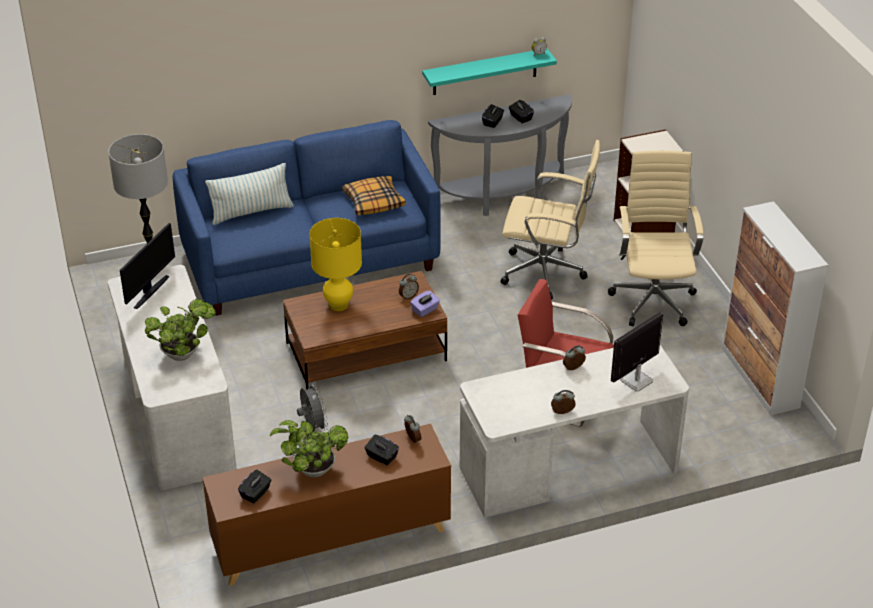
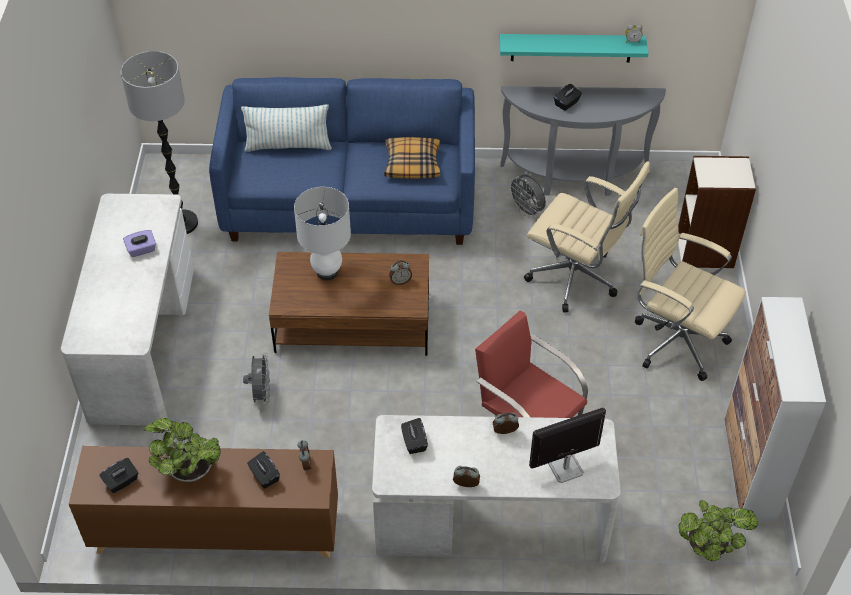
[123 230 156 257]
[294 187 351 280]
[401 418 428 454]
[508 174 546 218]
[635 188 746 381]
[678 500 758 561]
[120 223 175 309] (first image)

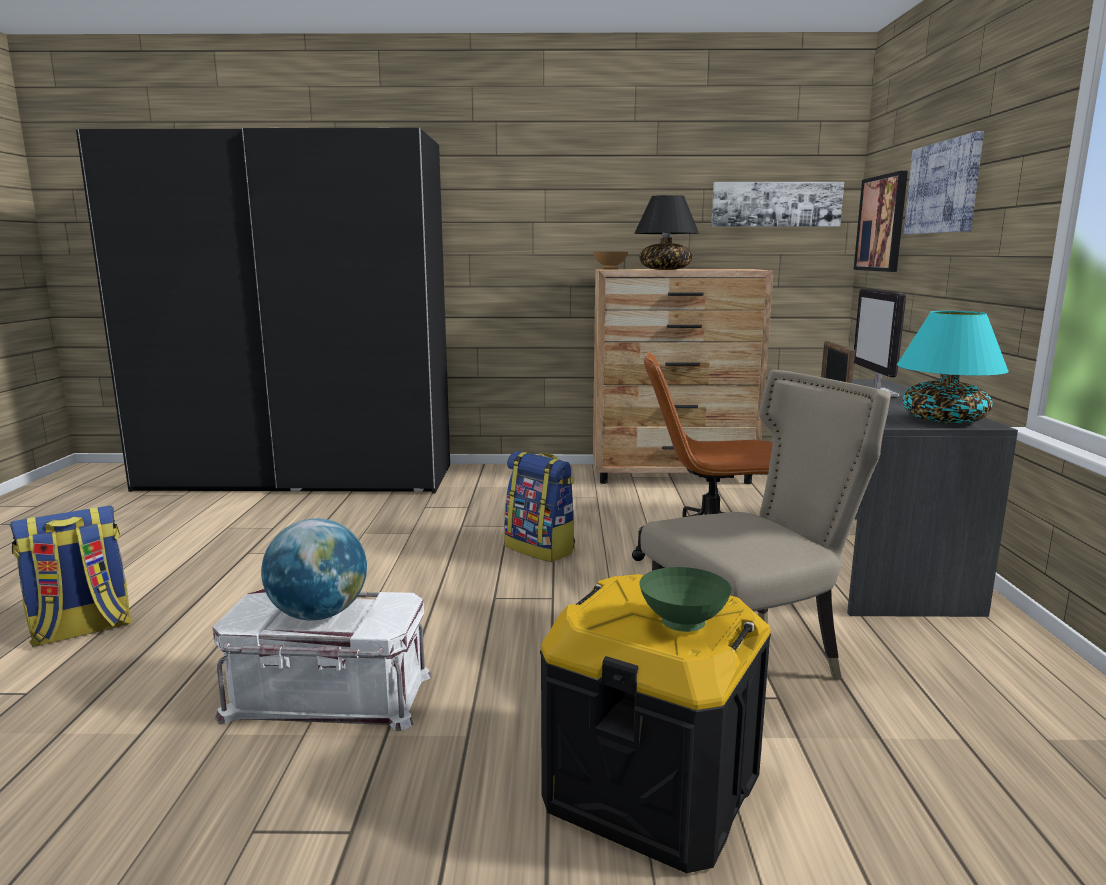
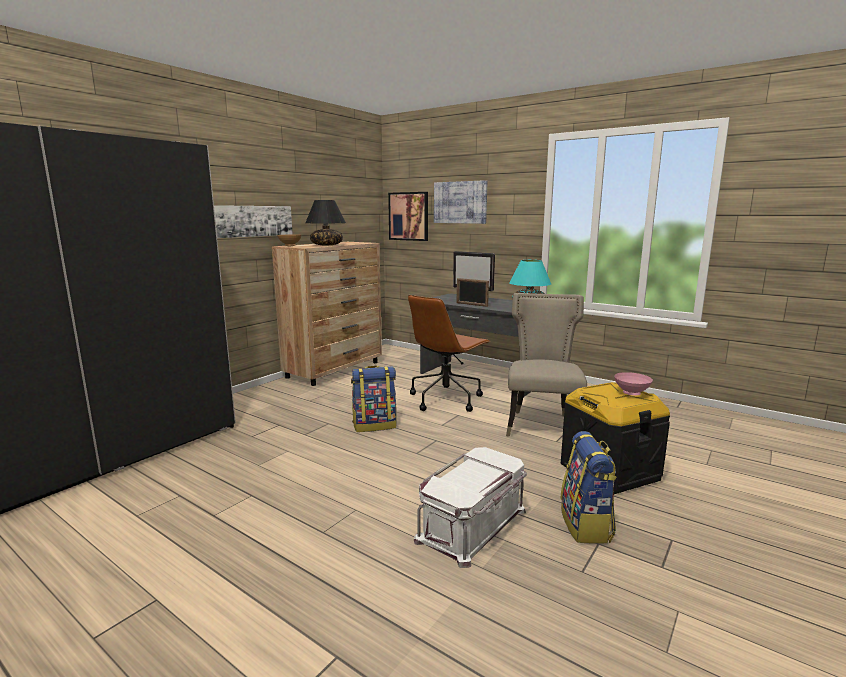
[214 205 293 238]
[560 431 617 544]
[614 372 653 396]
[261 518 367 621] (first image)

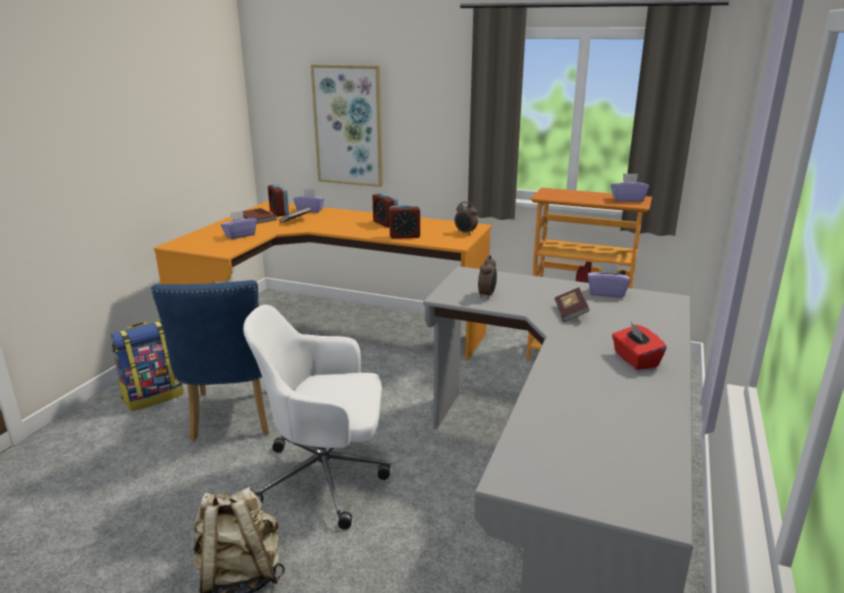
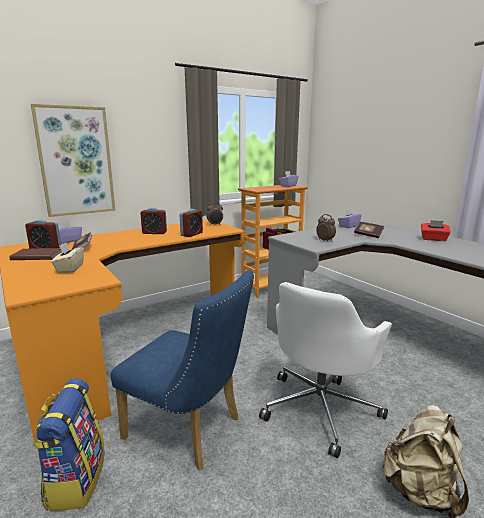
[51 243 84 273]

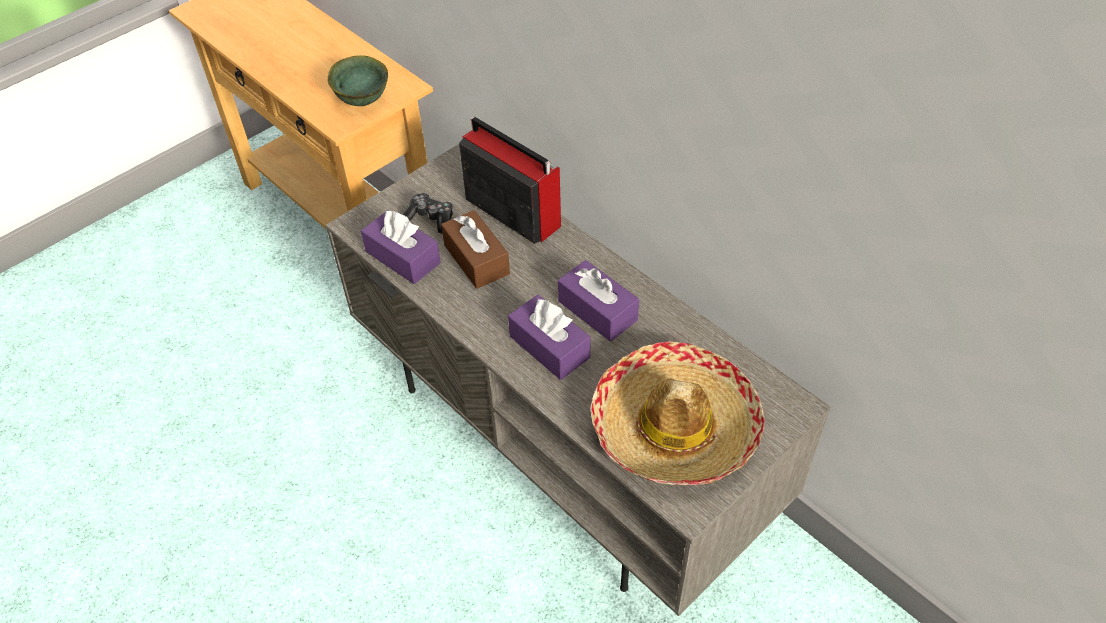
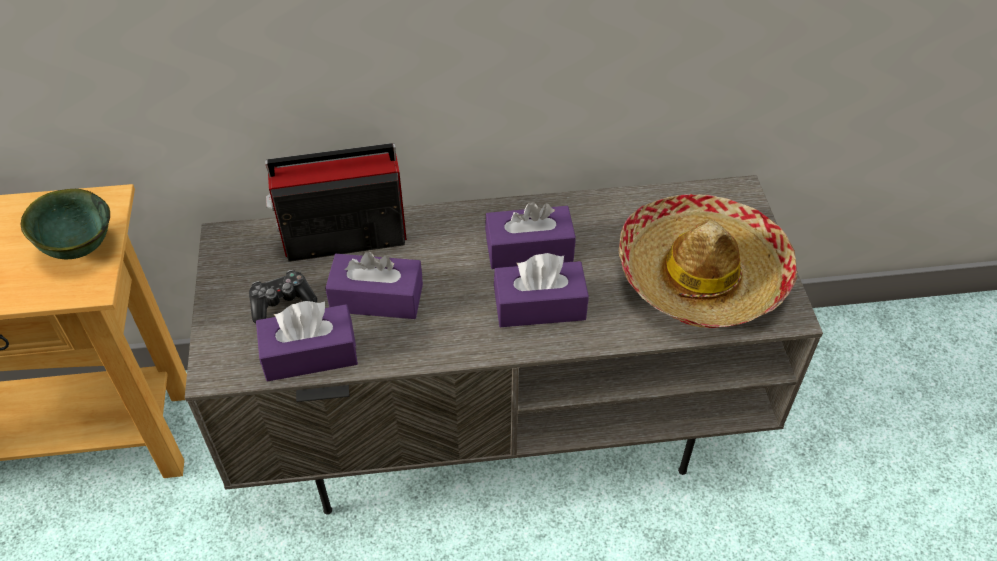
[325 251 423 319]

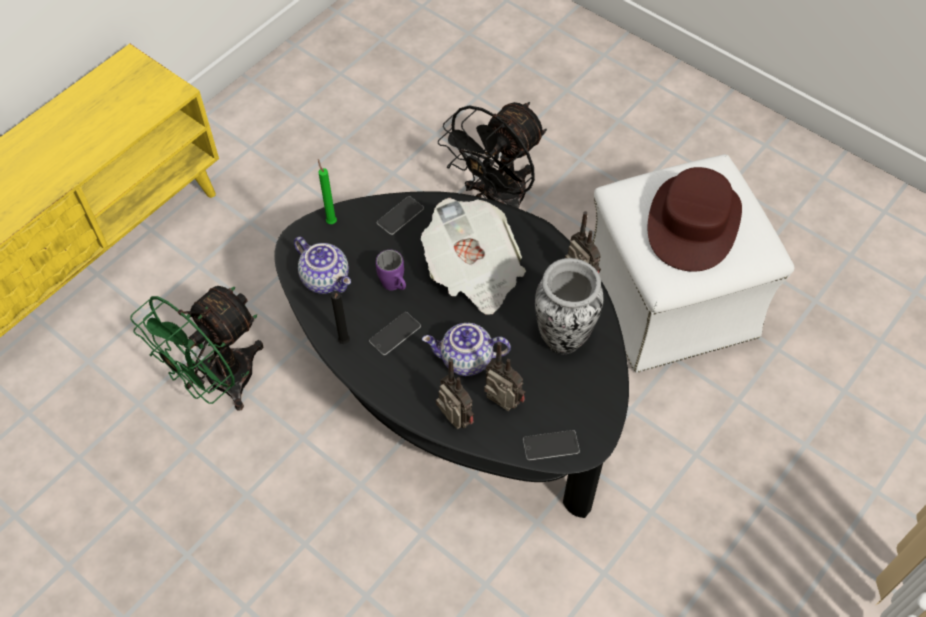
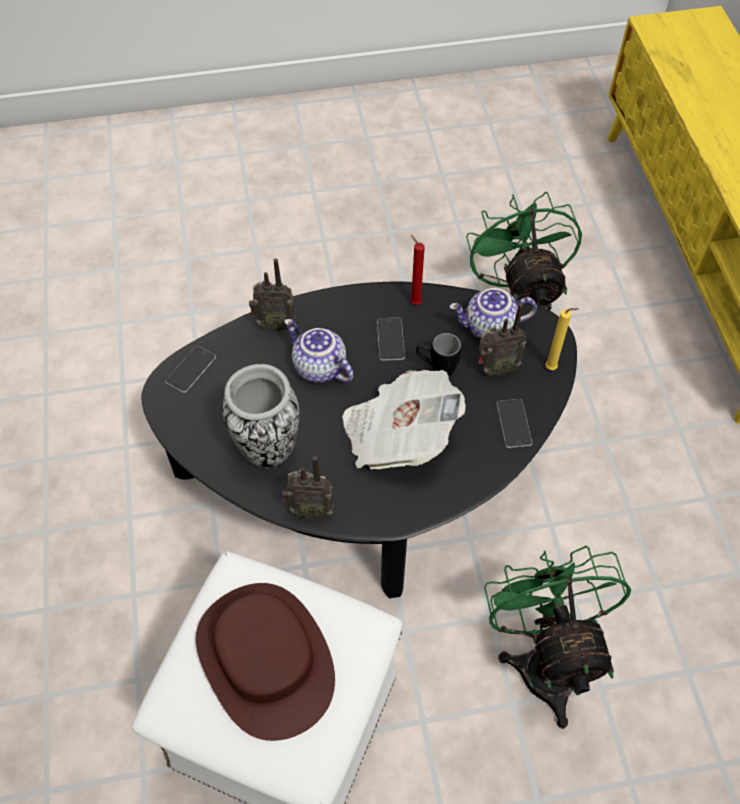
[284 319 354 383]
[410 235 425 305]
[416 333 462 376]
[479 303 527 376]
[484 546 631 729]
[546 308 579 370]

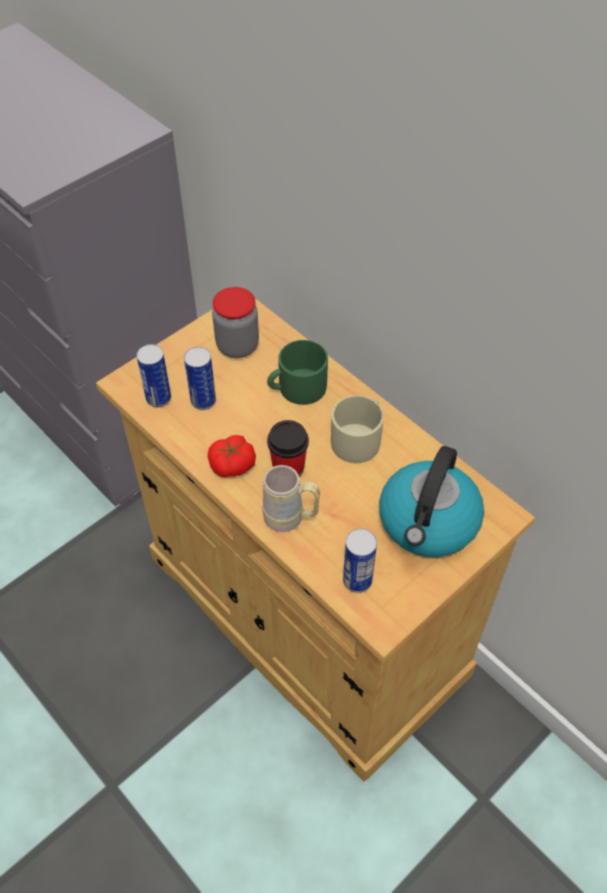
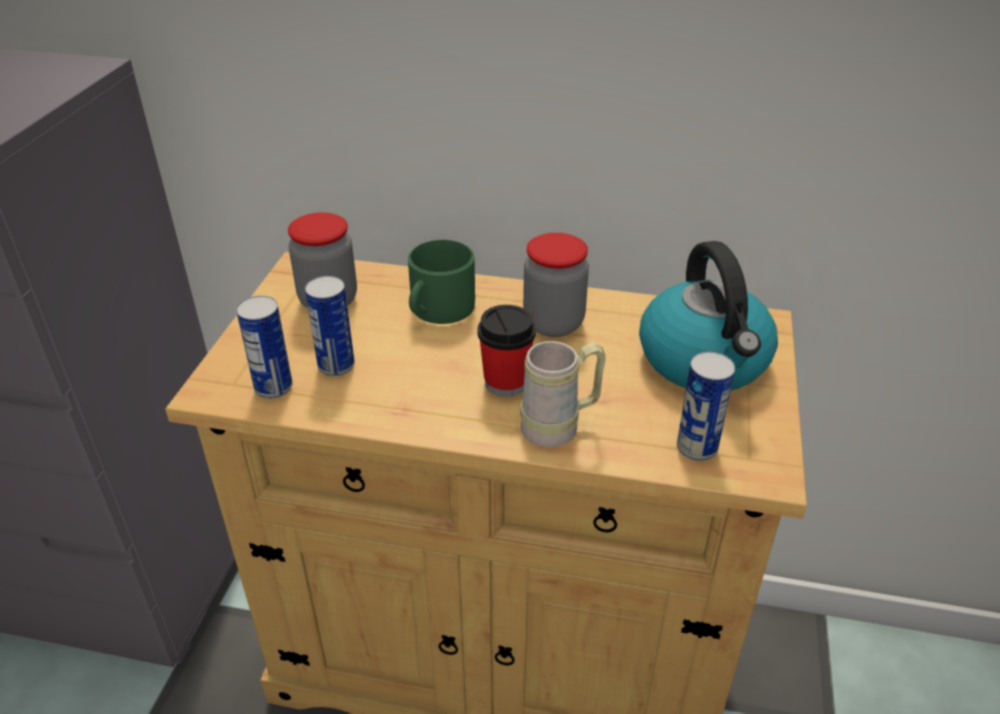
[523 233 589 337]
[208 435 256 477] (first image)

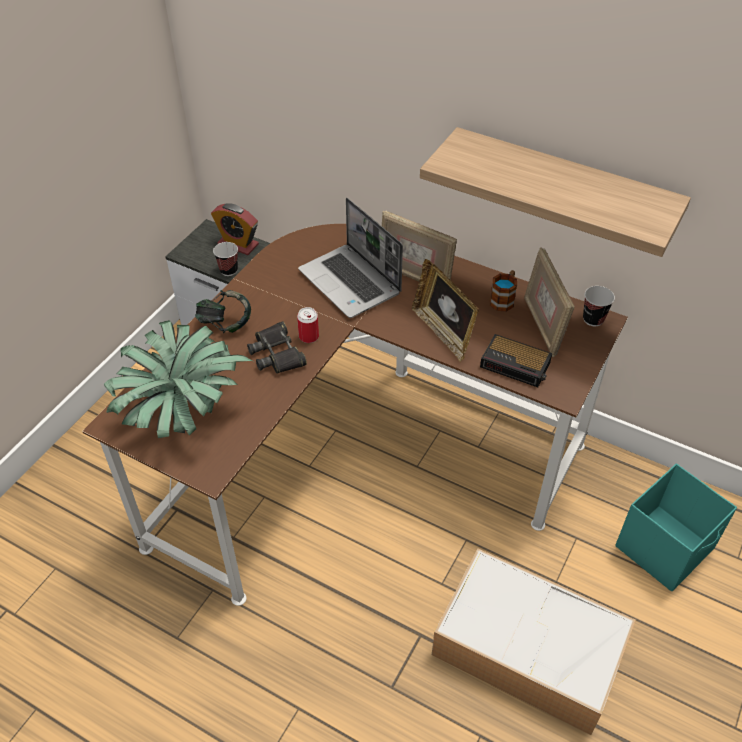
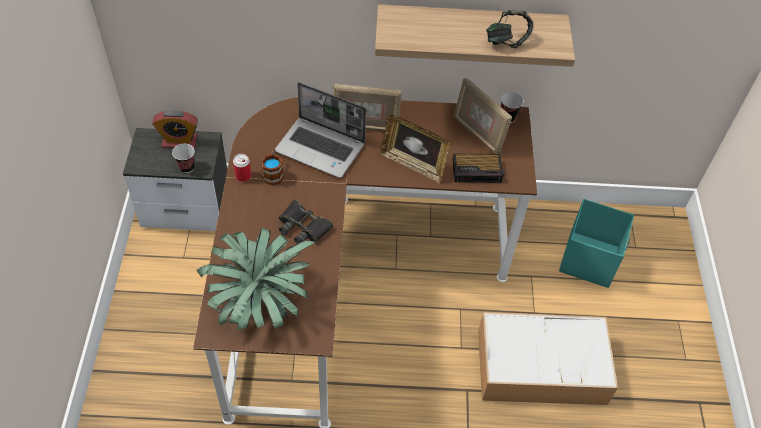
[233 154 252 182]
[261 149 284 186]
[486 10 533 48]

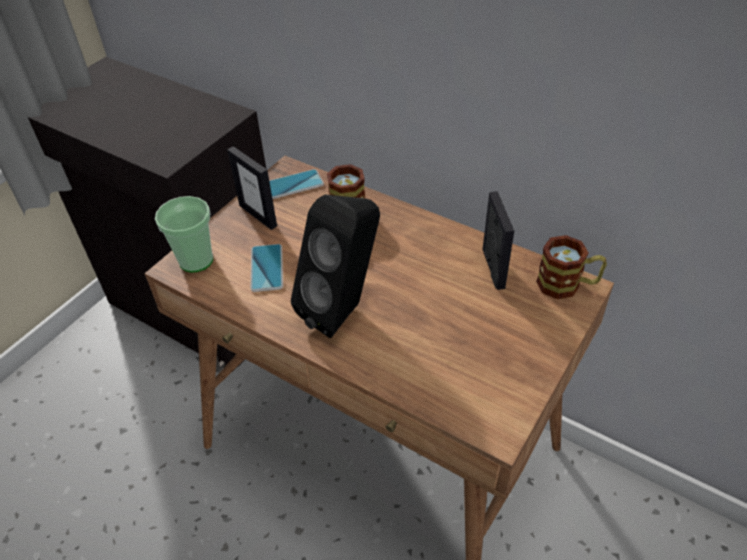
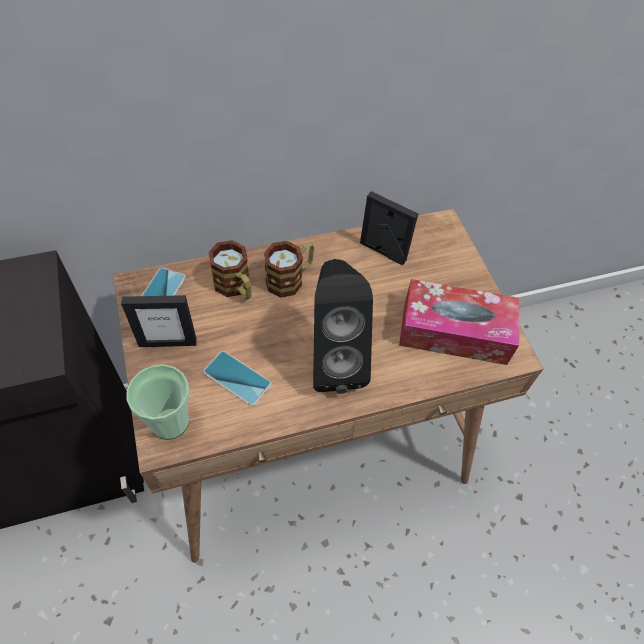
[264 241 314 298]
[399 279 519 365]

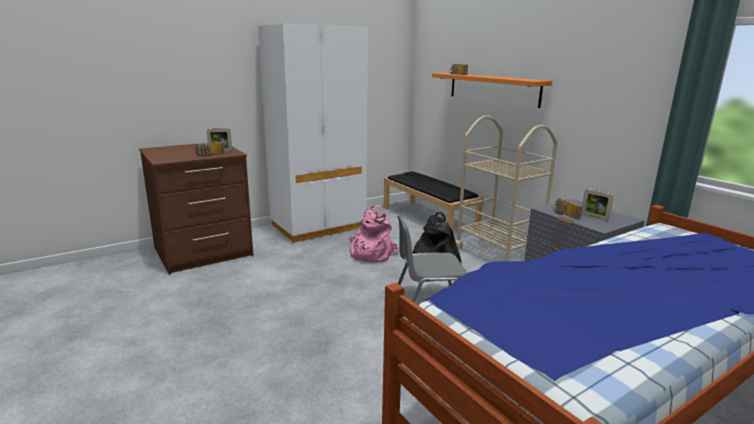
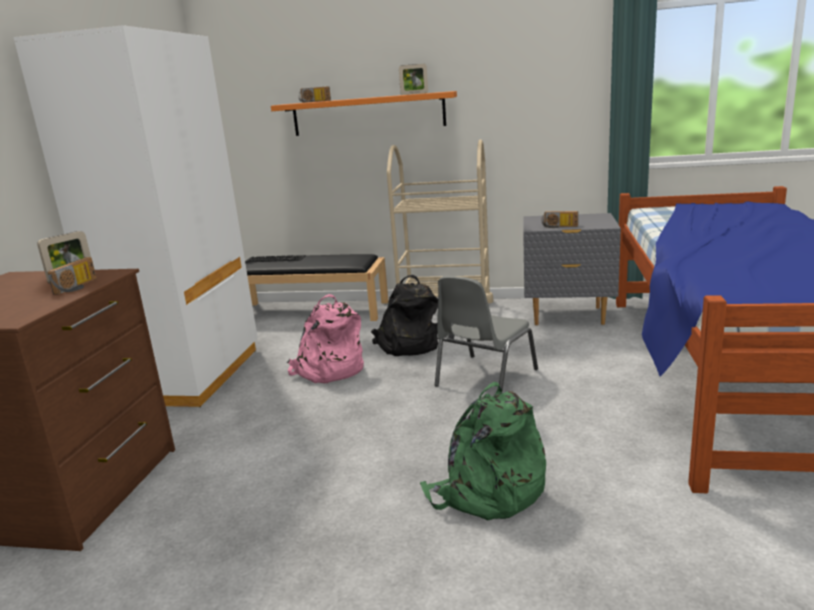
[399 64 428 95]
[420 382 546 520]

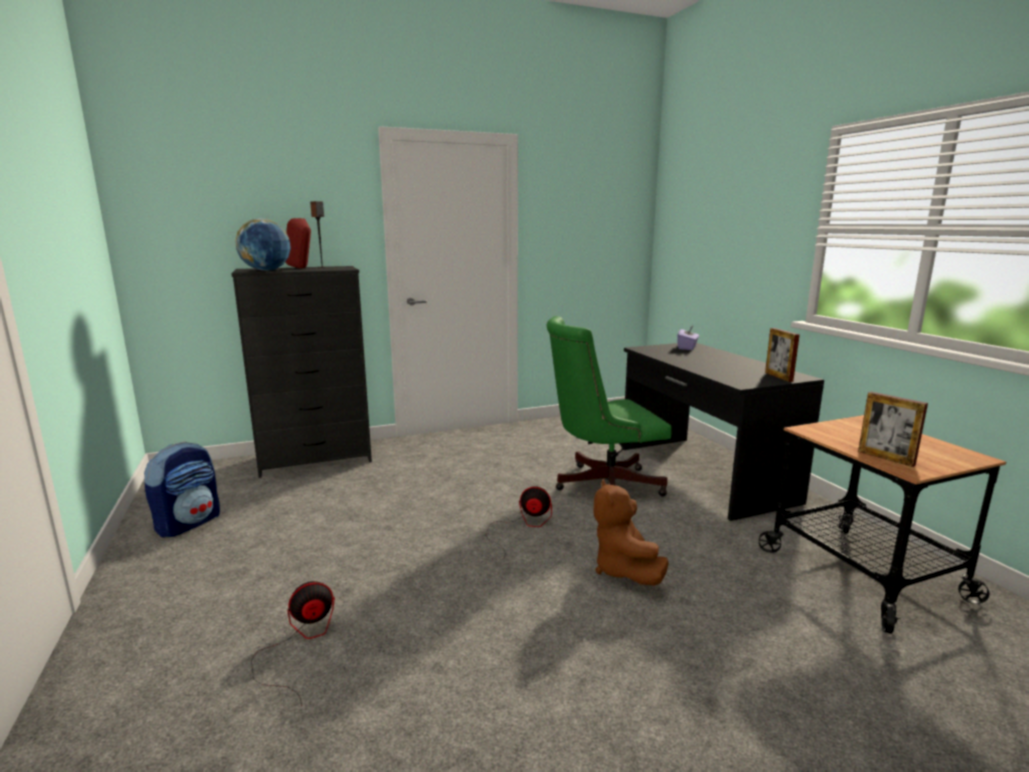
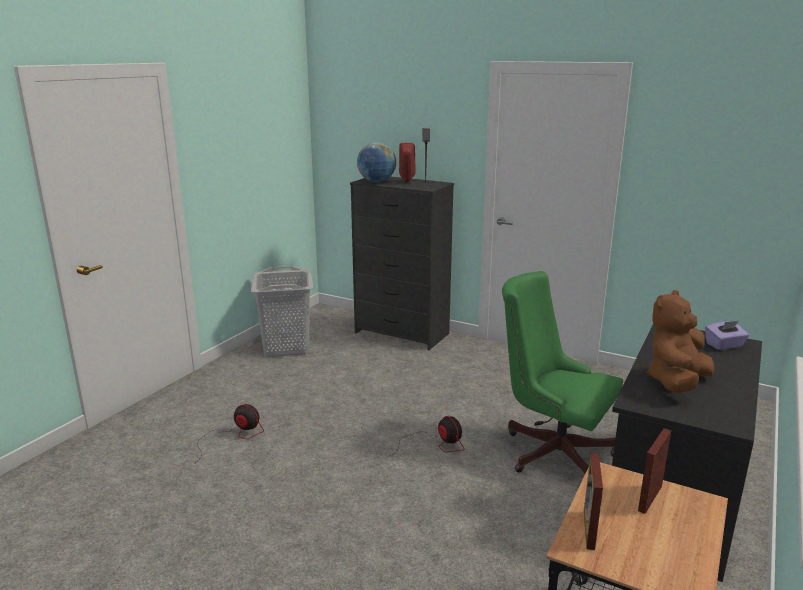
[251 266 313 357]
[638 428 671 514]
[647 290 715 393]

